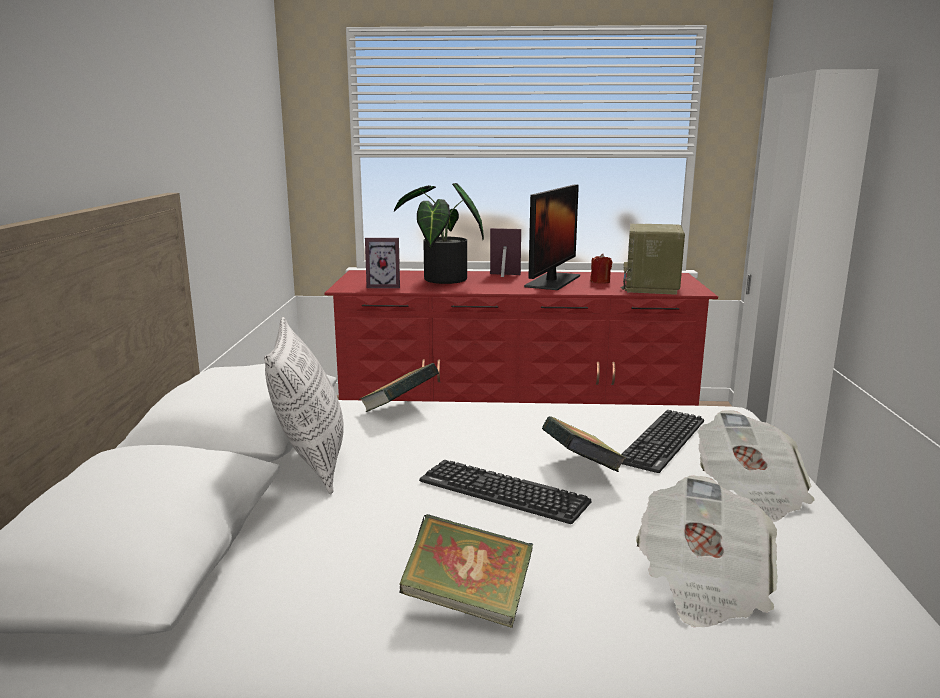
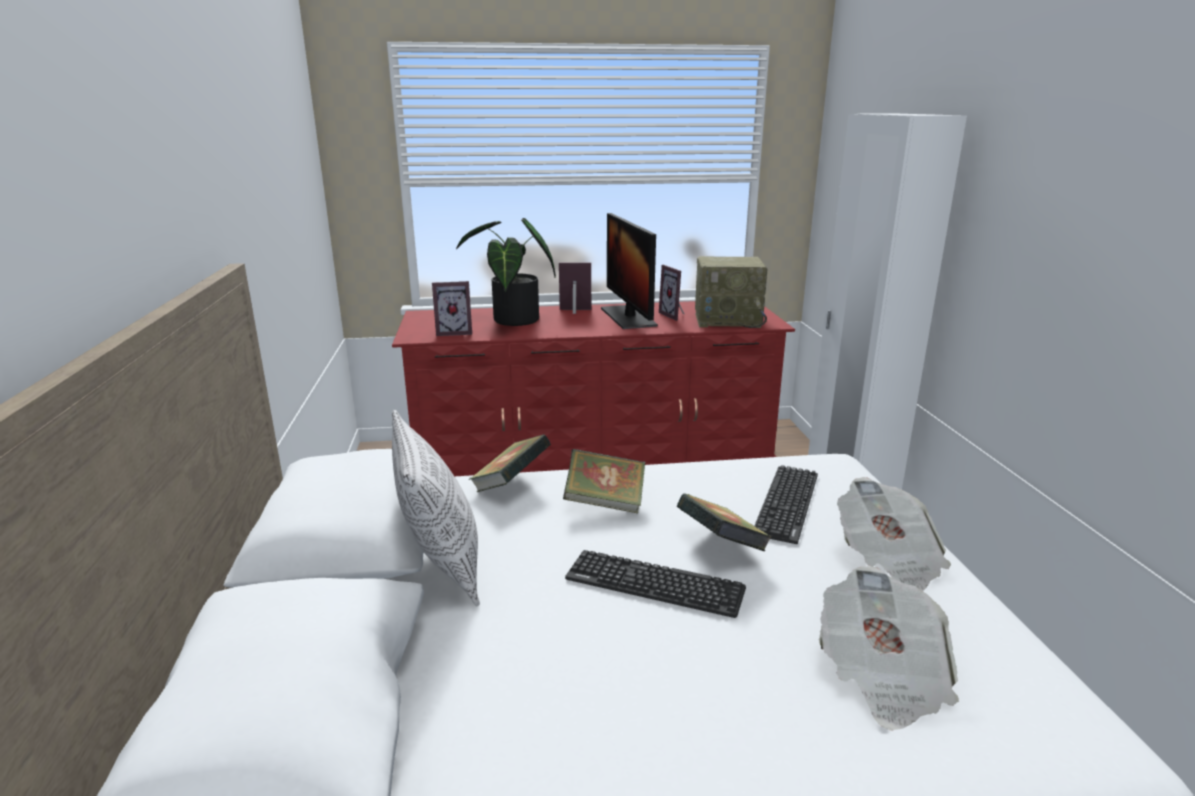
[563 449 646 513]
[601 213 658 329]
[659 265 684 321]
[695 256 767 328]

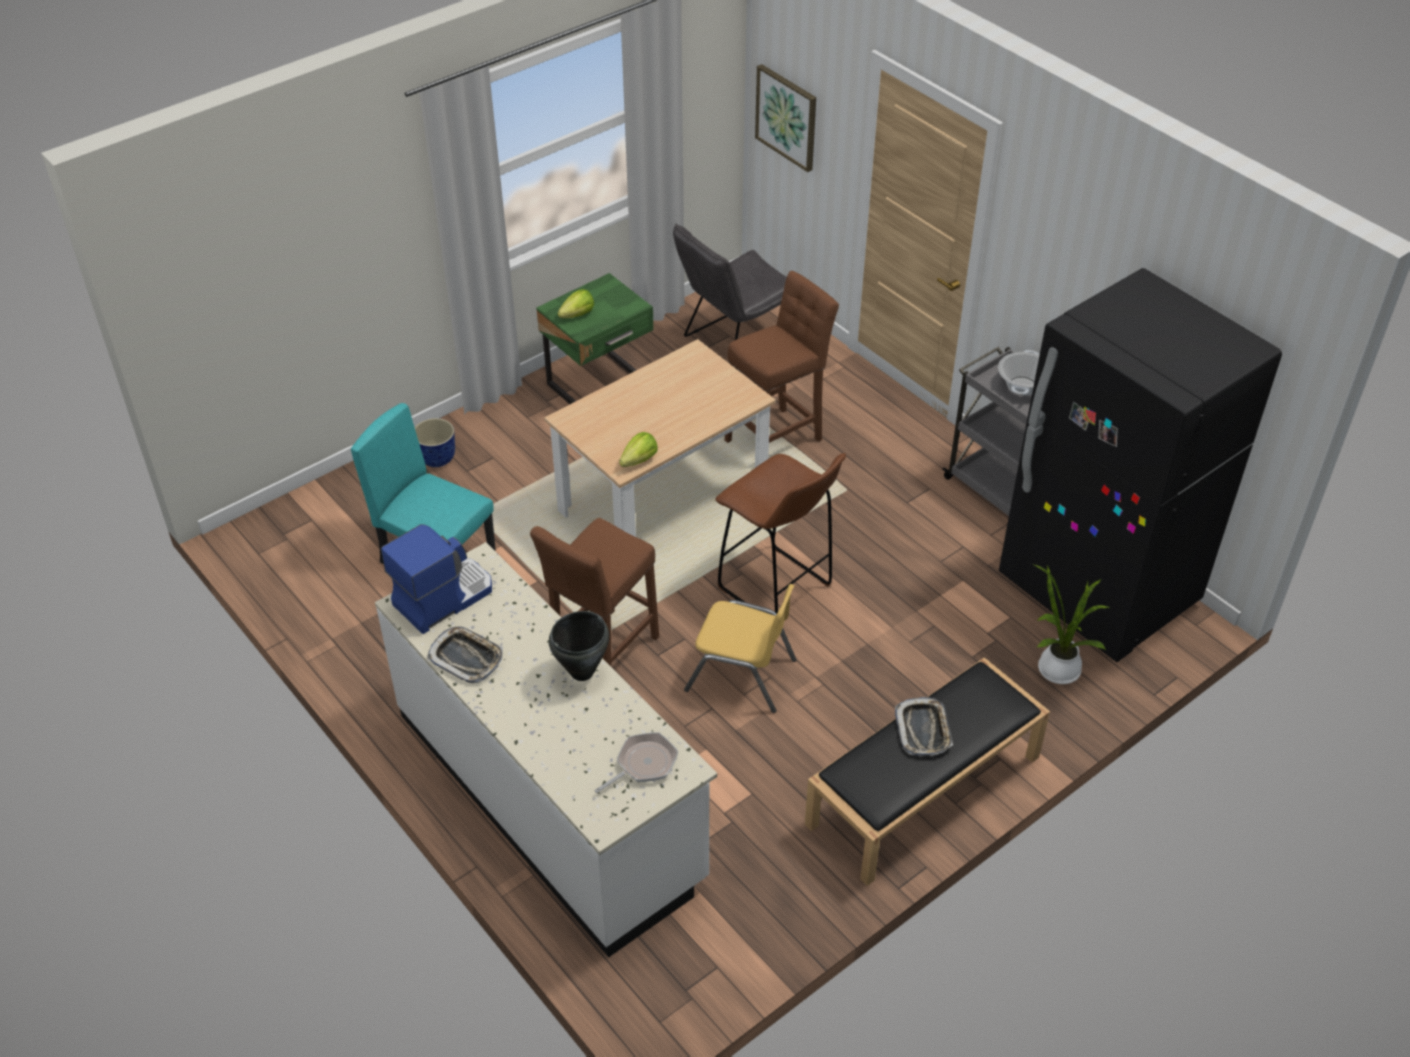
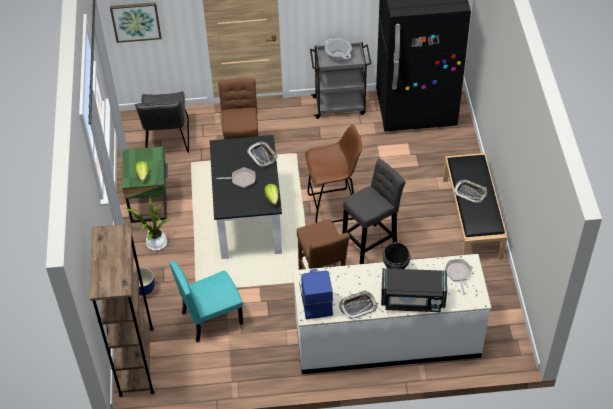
[90 224 155 397]
[126 196 169 250]
[210 135 282 259]
[216 167 256 188]
[247 142 278 167]
[342 159 405 264]
[381 268 447 312]

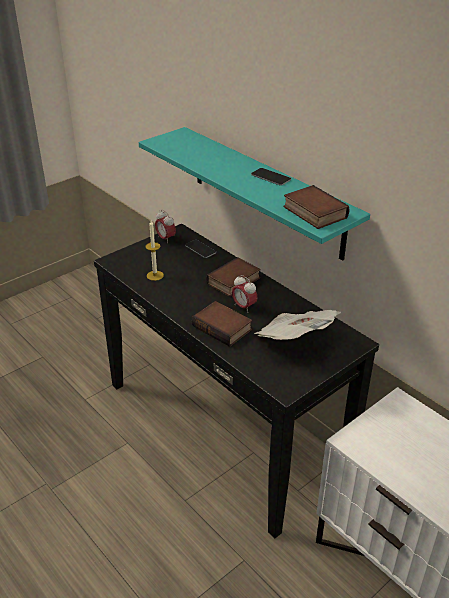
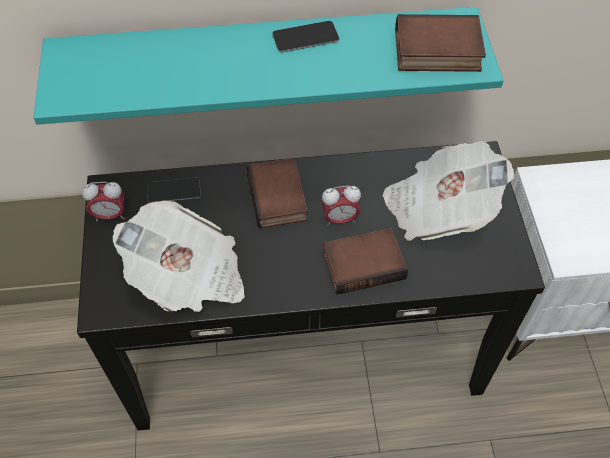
[113 201 245 312]

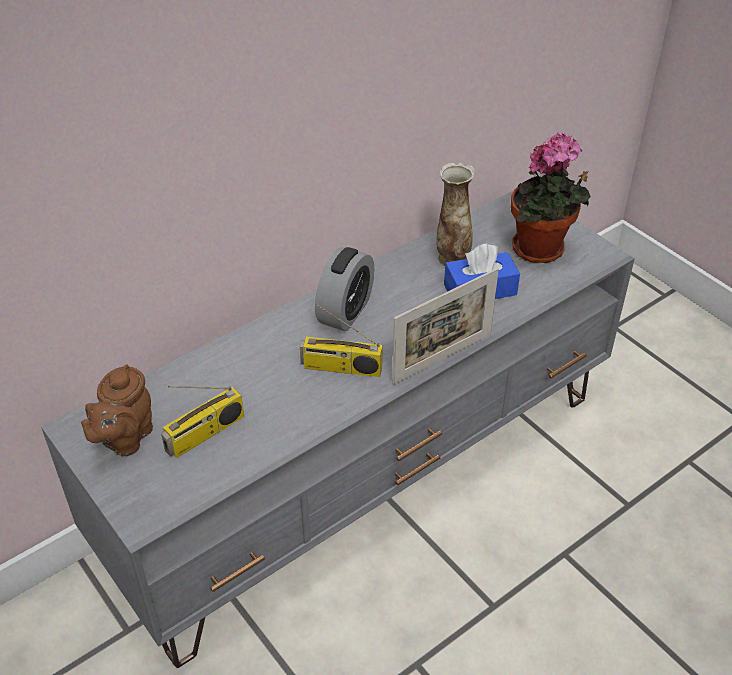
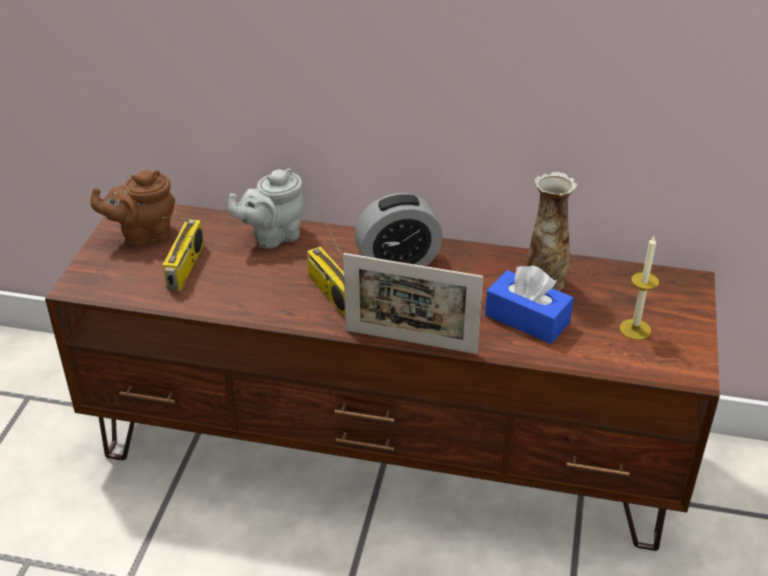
[45 204 720 551]
[162 217 204 291]
[228 168 304 249]
[620 236 659 340]

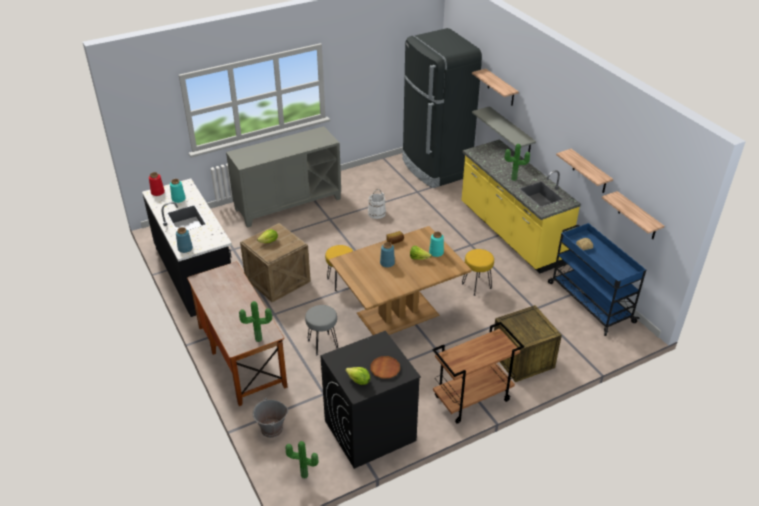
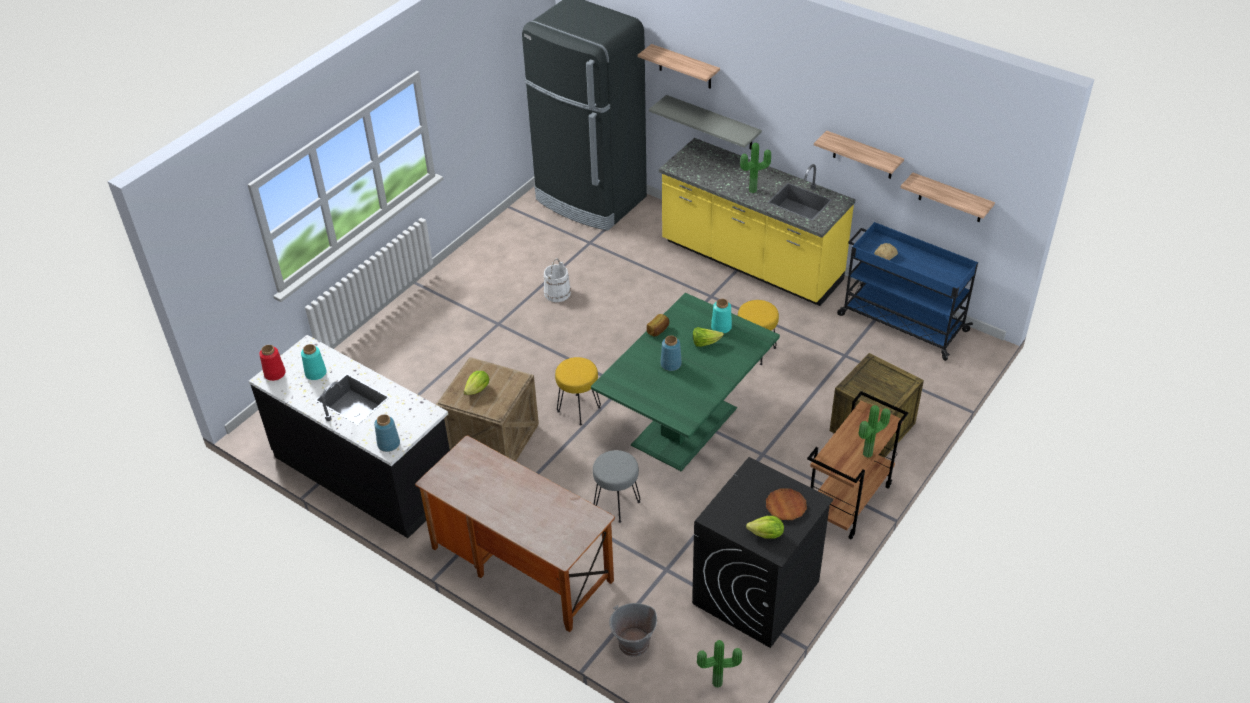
[591 293 780 471]
[859 405 890 458]
[226 126 341 228] (first image)

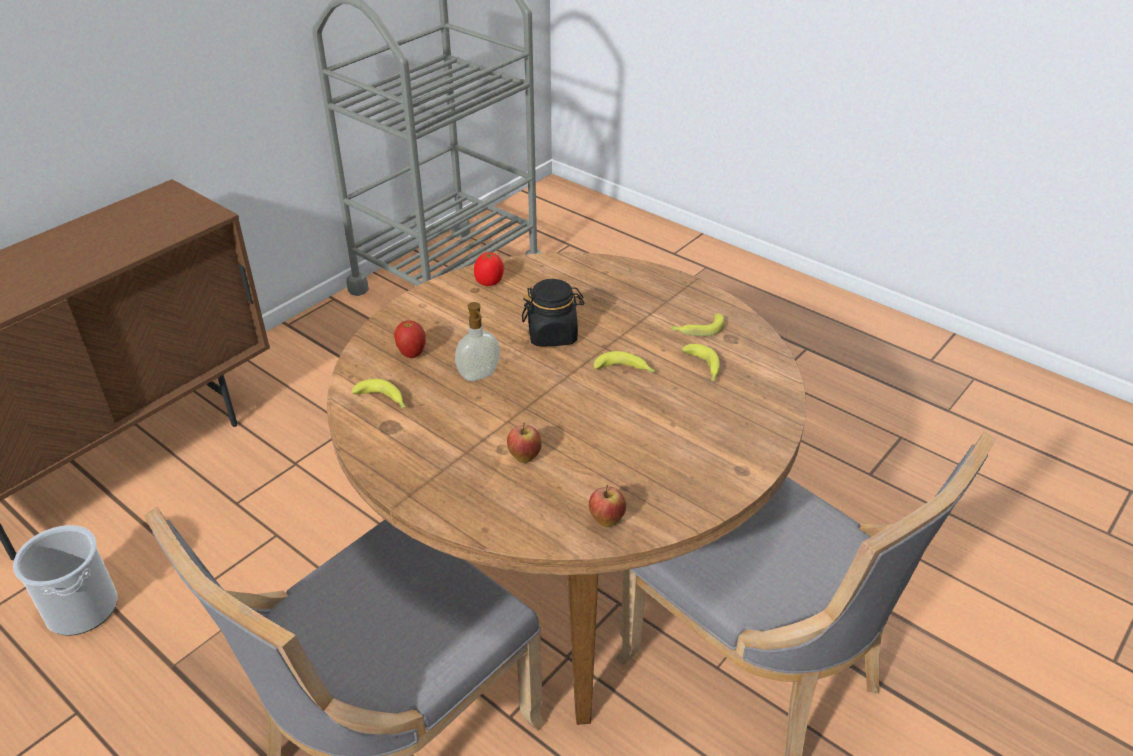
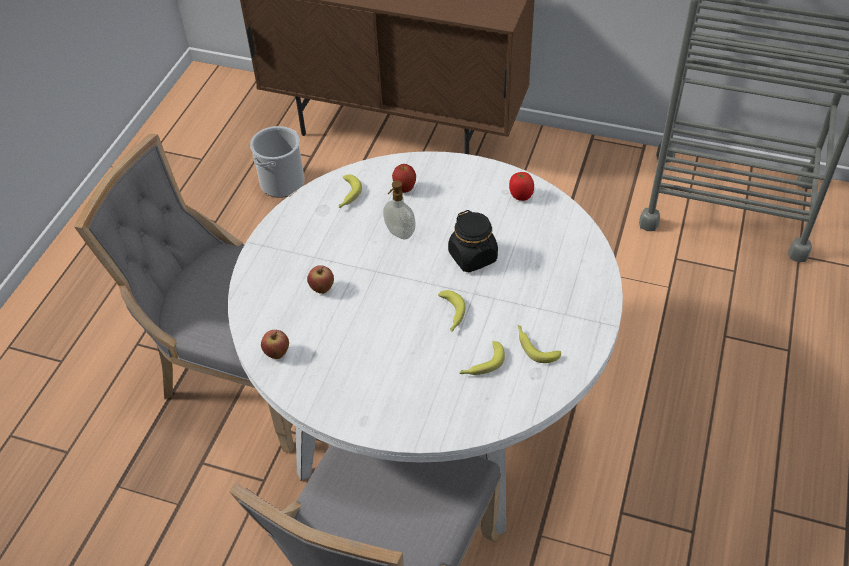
[228 151 623 535]

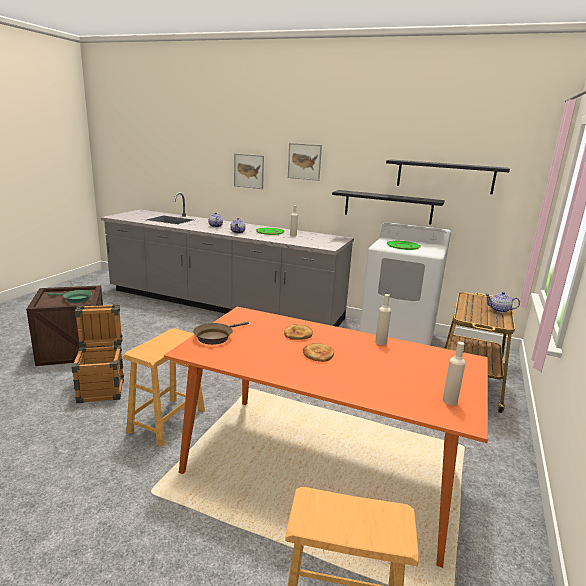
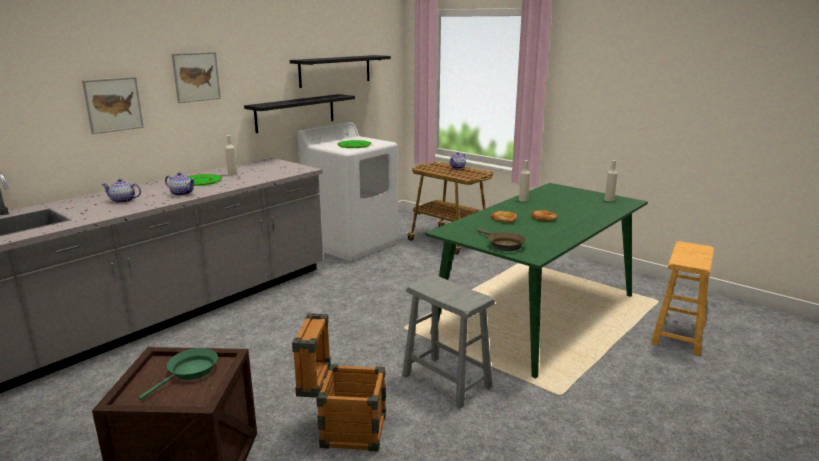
[402 275 495 409]
[425 183 648 378]

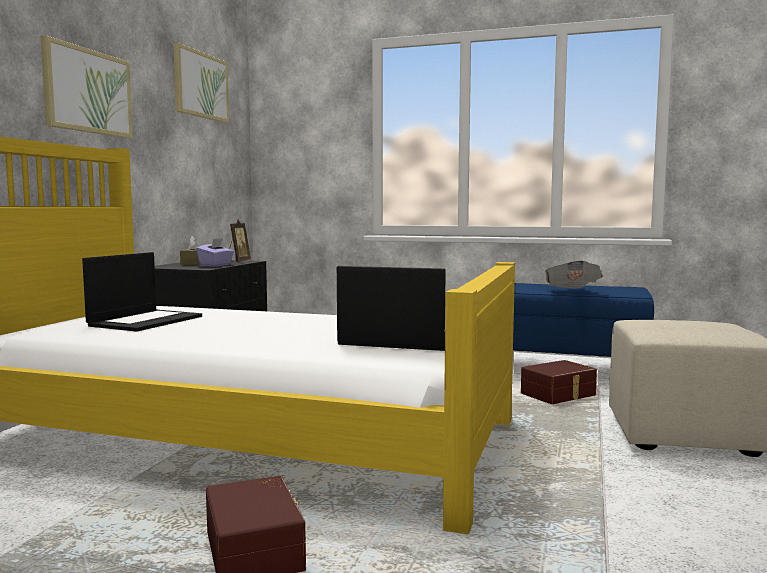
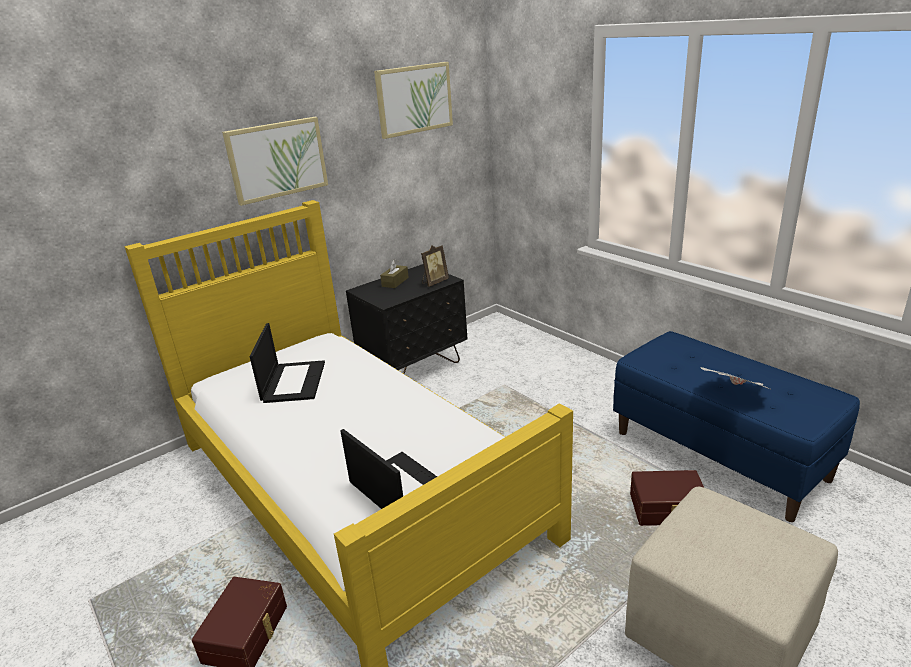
[249 323 325 403]
[196 238 234 267] (first image)

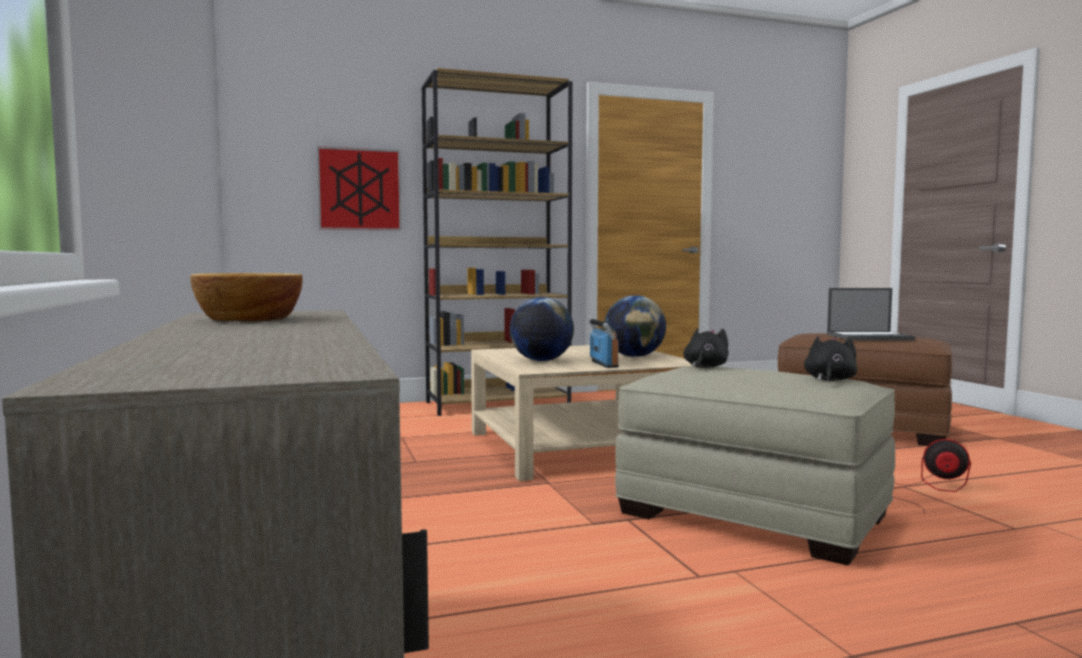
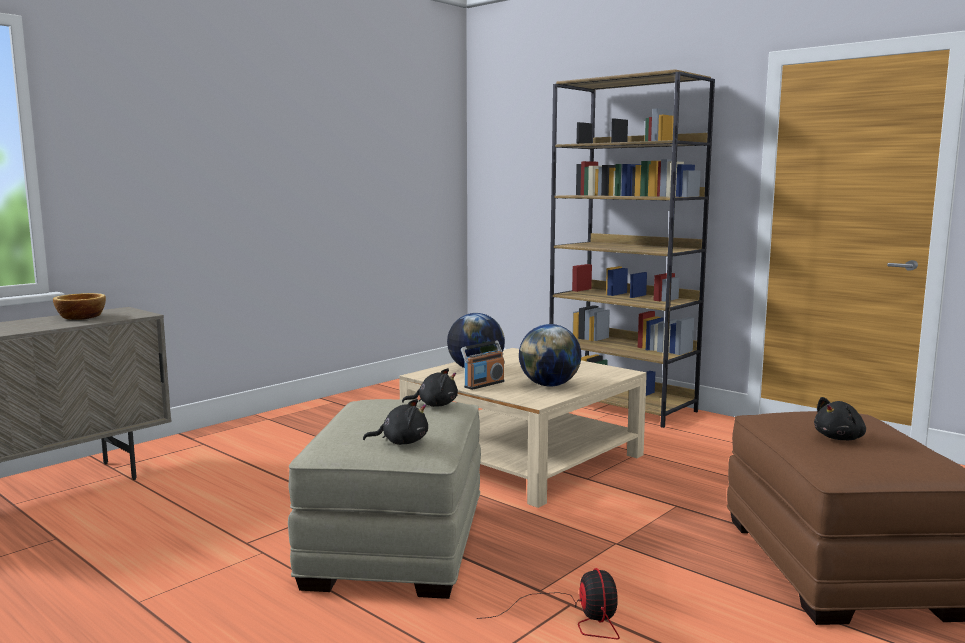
[814 397 866 440]
[317 146 402 231] (first image)

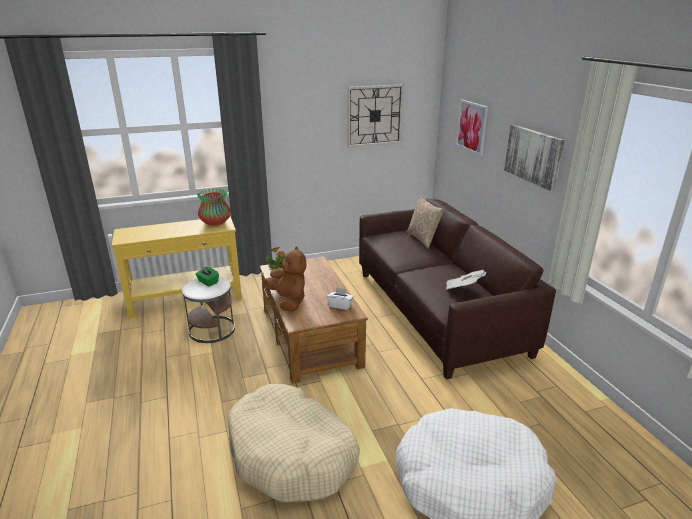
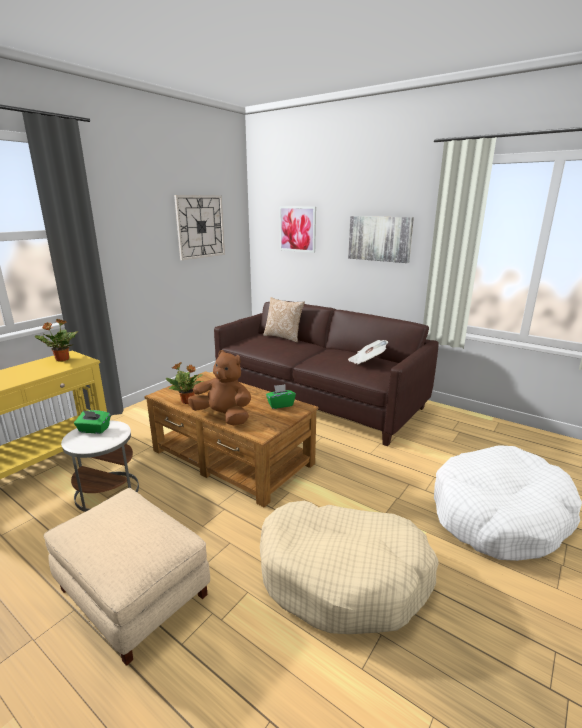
[35 319 78 361]
[44 488 210 666]
[266 384 296 409]

